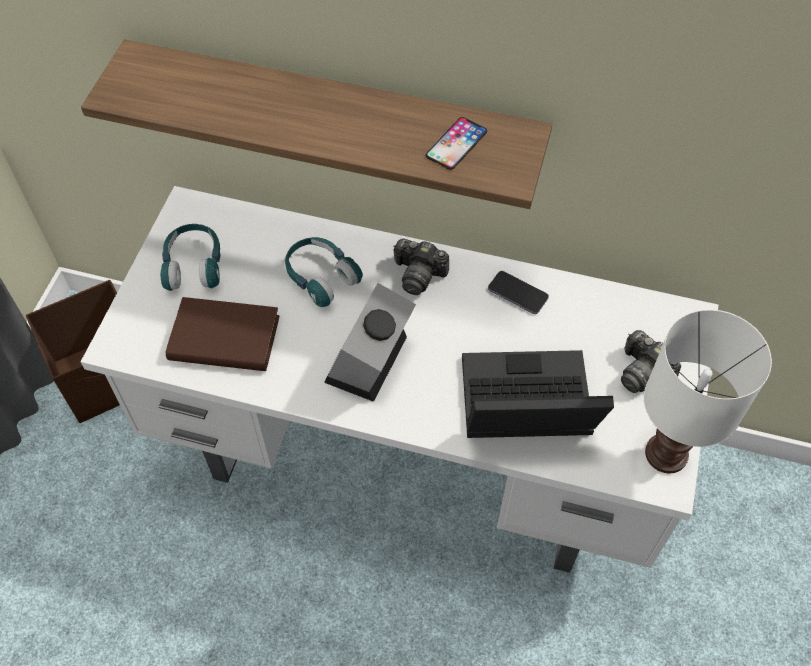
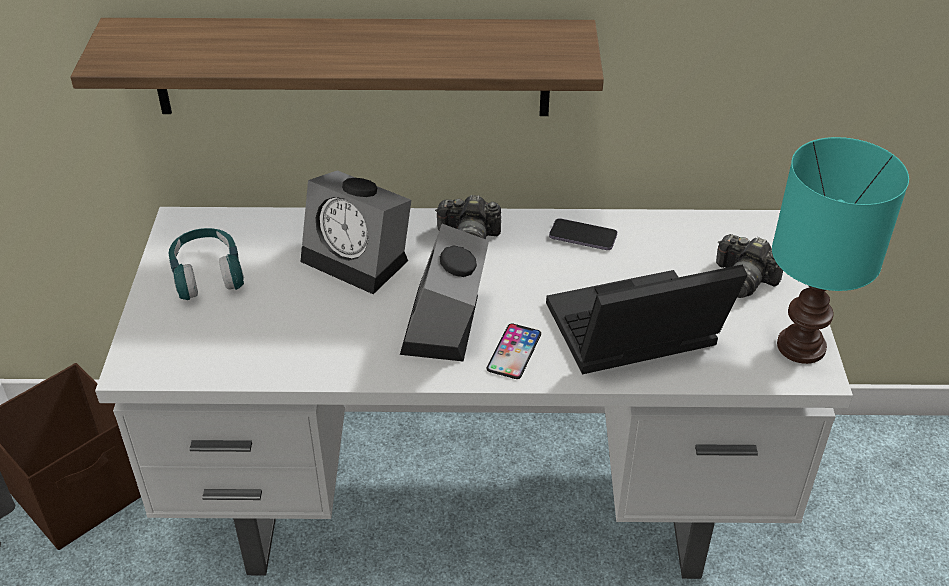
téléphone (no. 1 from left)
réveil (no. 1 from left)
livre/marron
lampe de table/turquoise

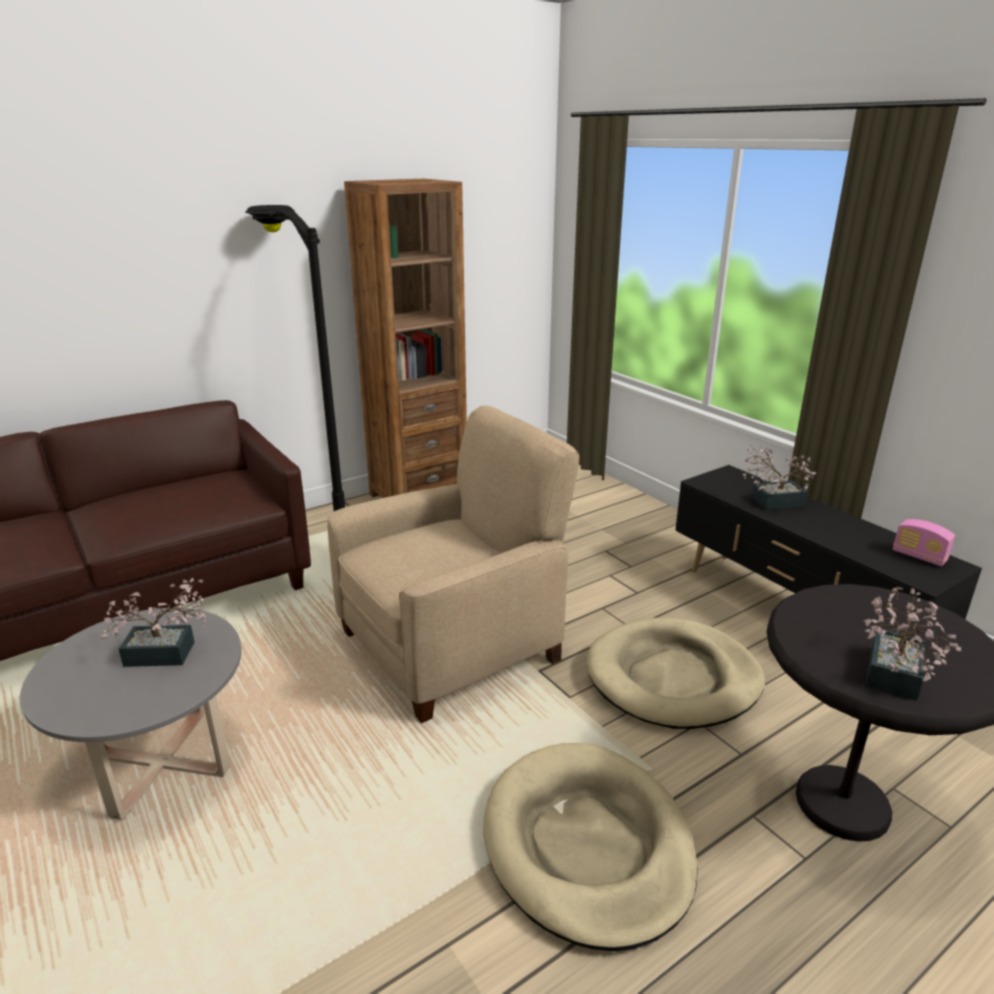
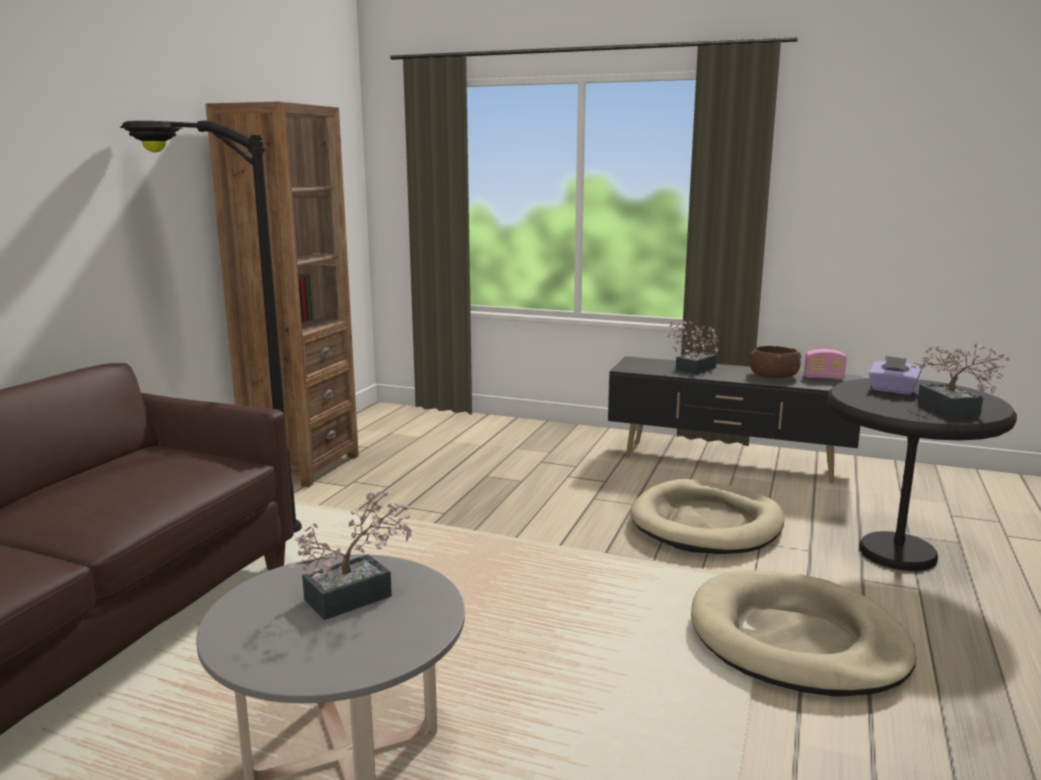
fauteuil/beige
bol/marron
boîte à mouchoirs/violet

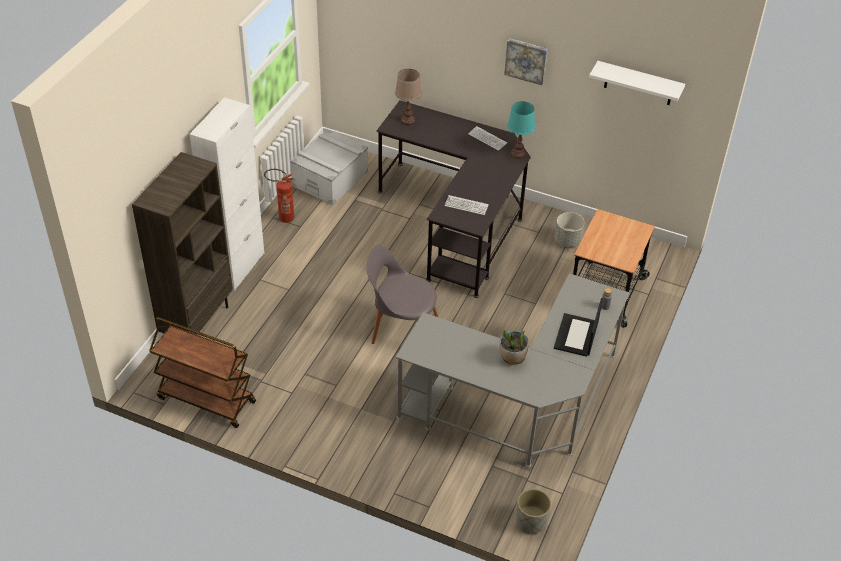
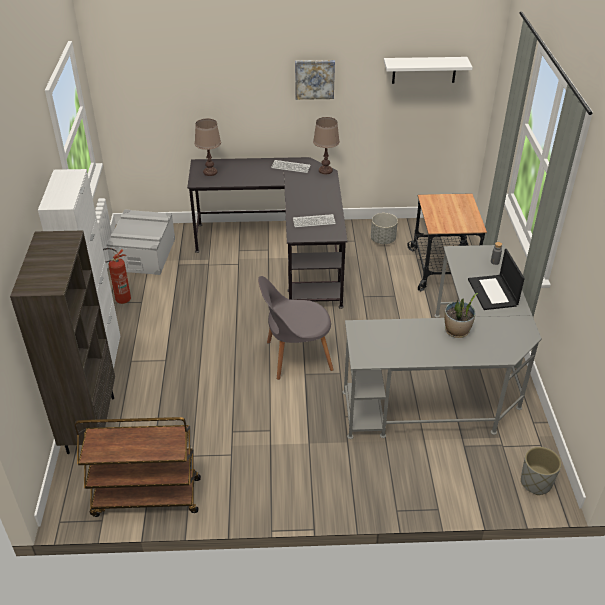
lampe de table/marron (no. 2 from left)

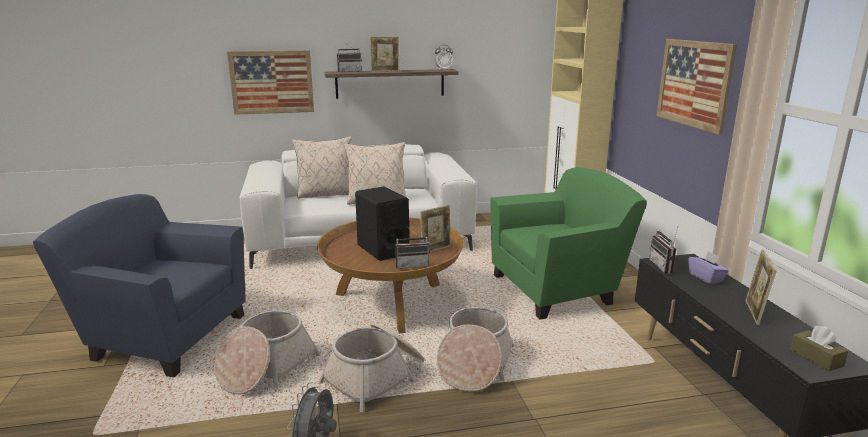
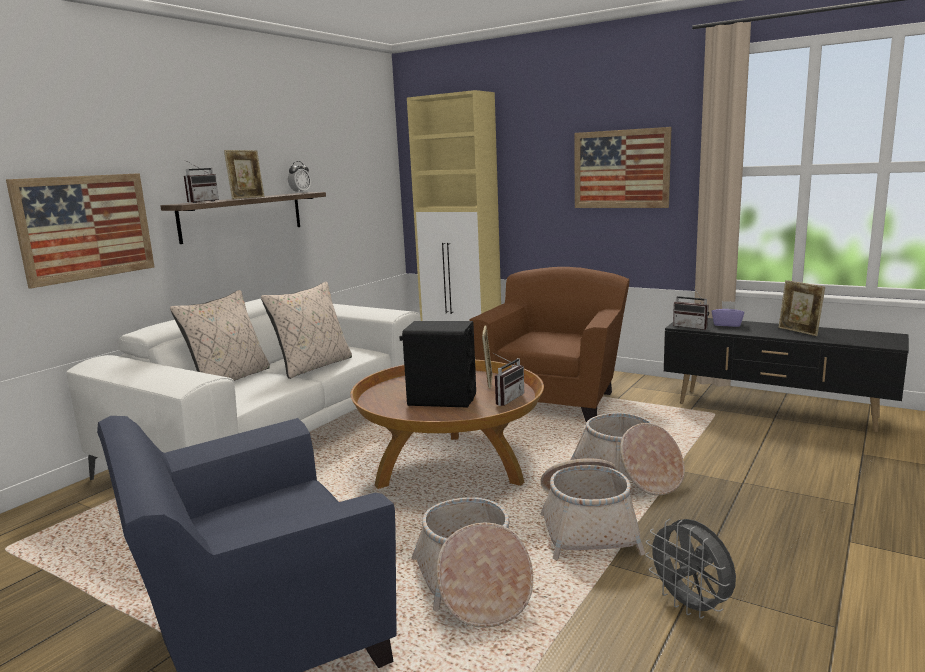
fauteuil/marron
boîte à mouchoirs/marron

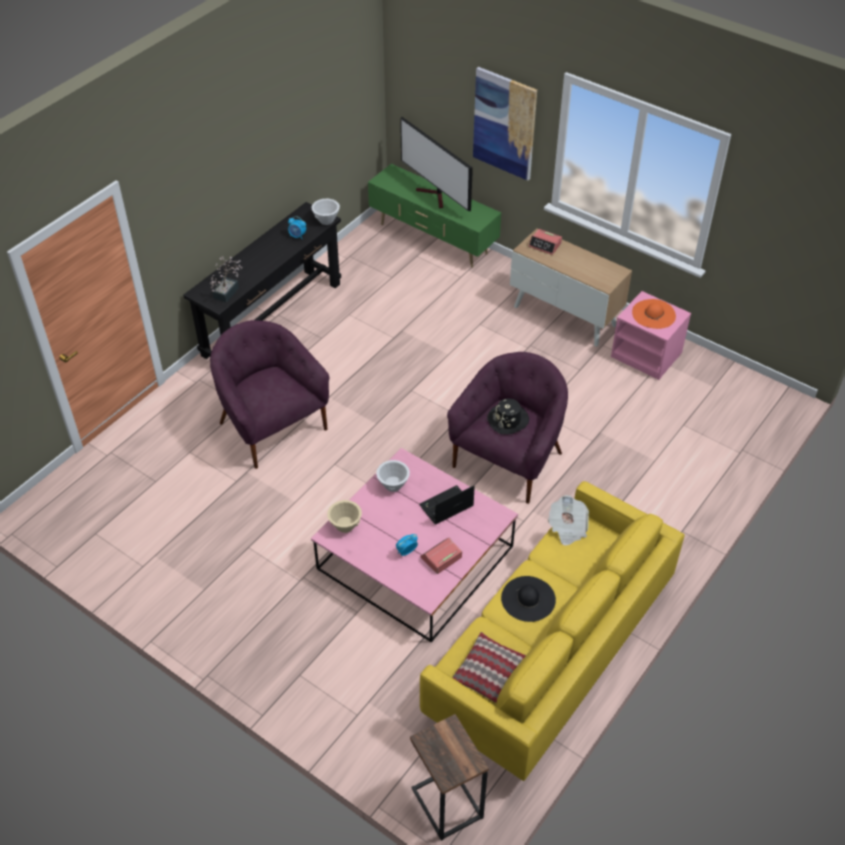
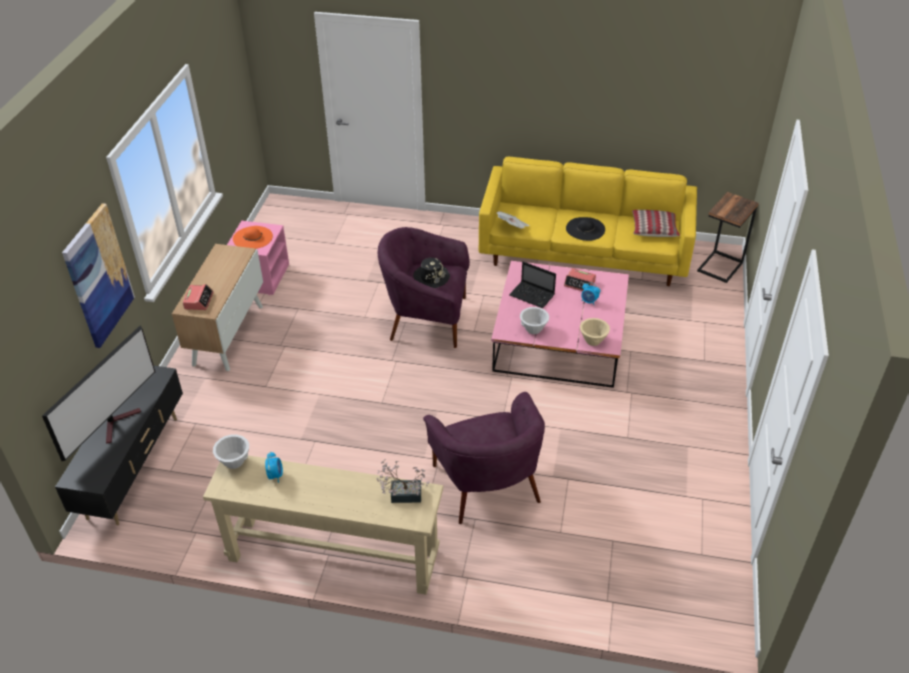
meuble télé/noir
table console/beige
fauteuil/violet (no. 2 from left)

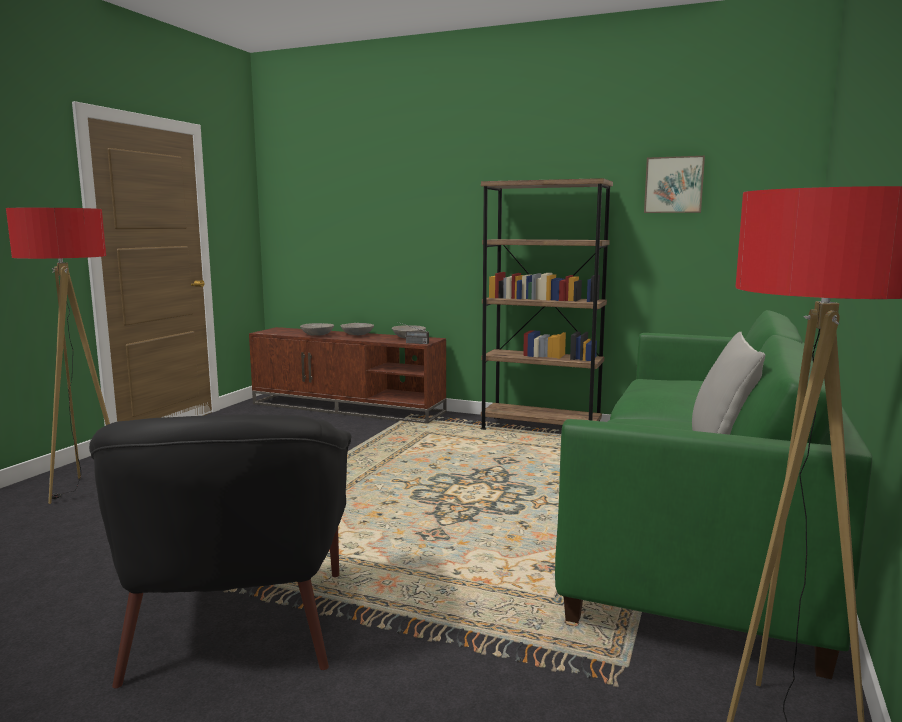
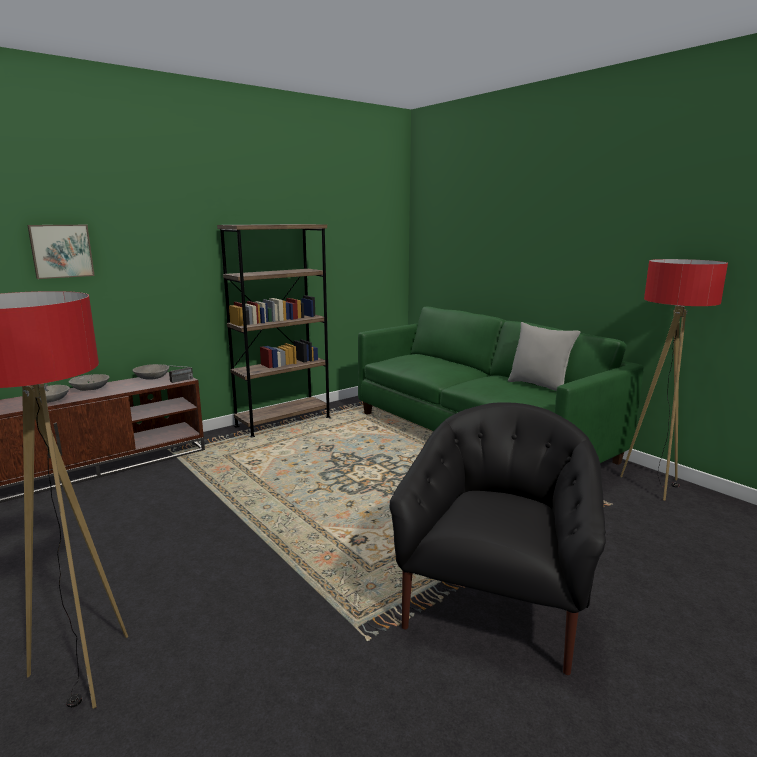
tableau
fauteuil/noir

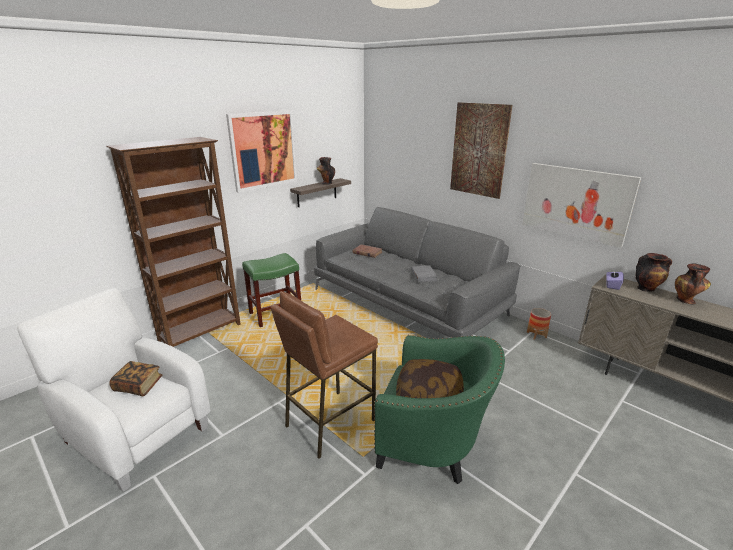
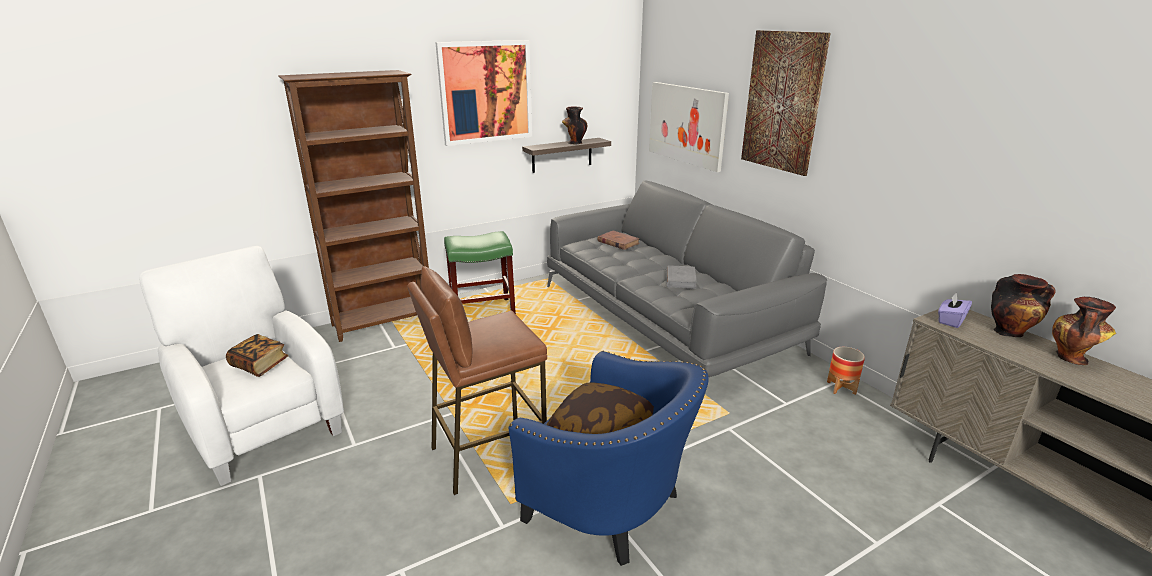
tableau (no. 2 from left)
fauteuil/bleu

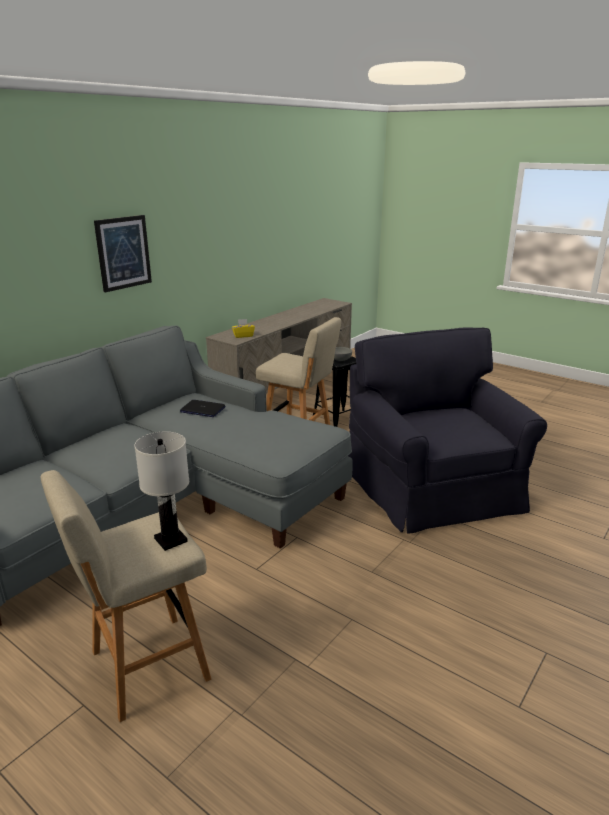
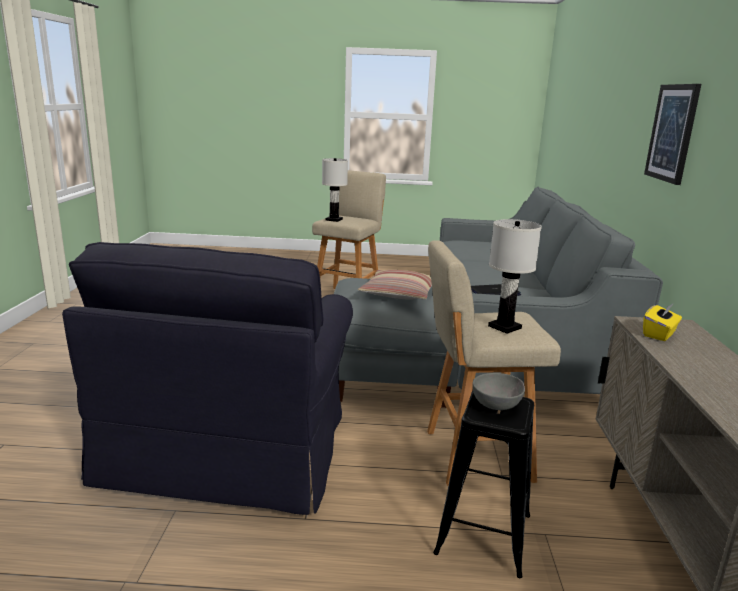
fauteuil/noir
lampe de table/blanc (no. 2 from left)
coussin

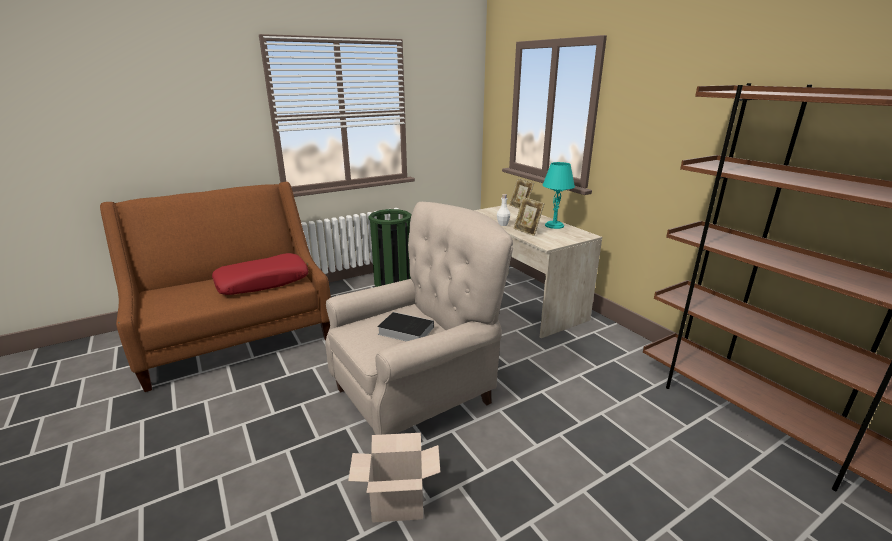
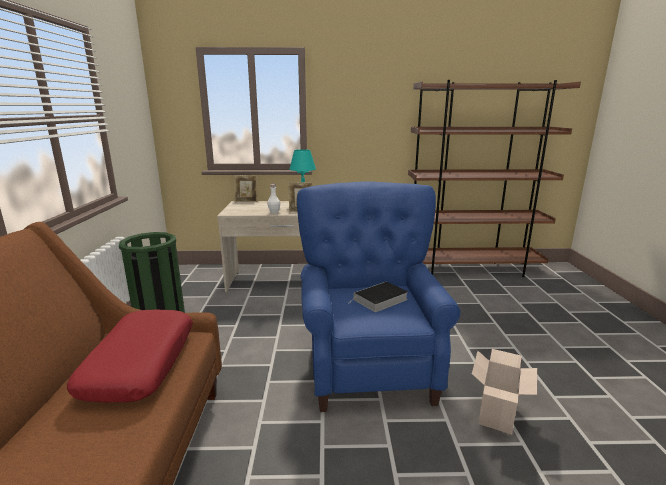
fauteuil/bleu

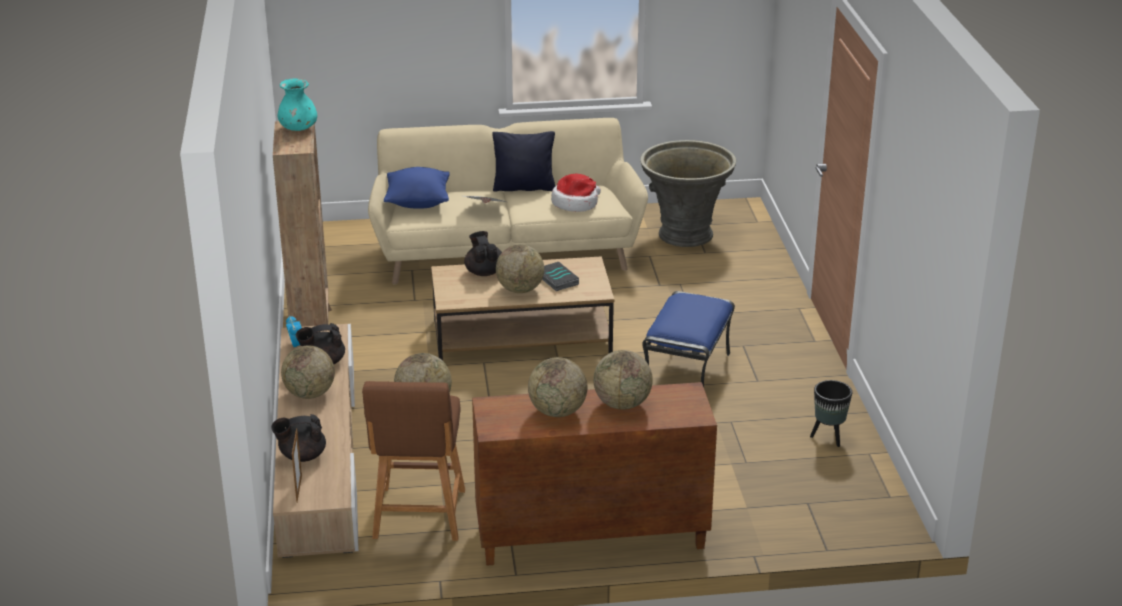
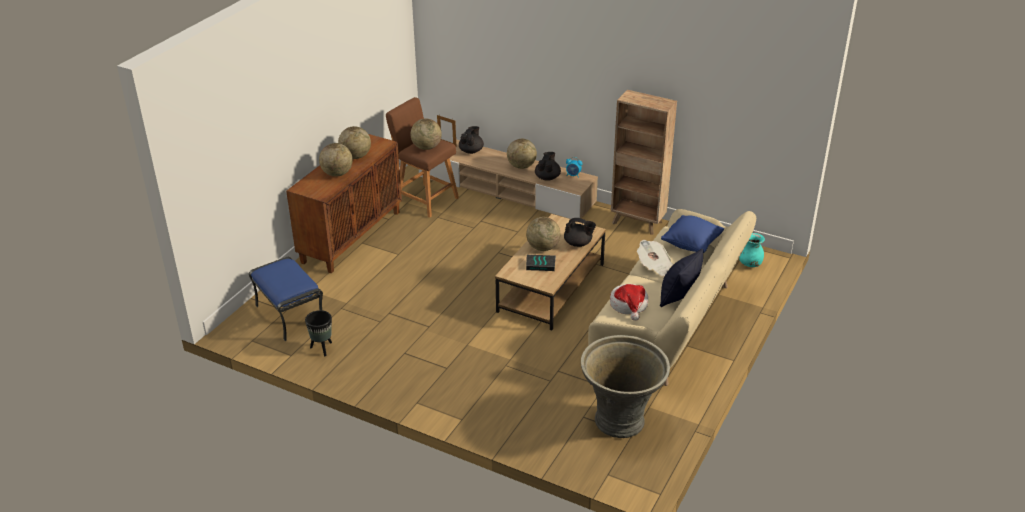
vase/turquoise
pouf/bleu

